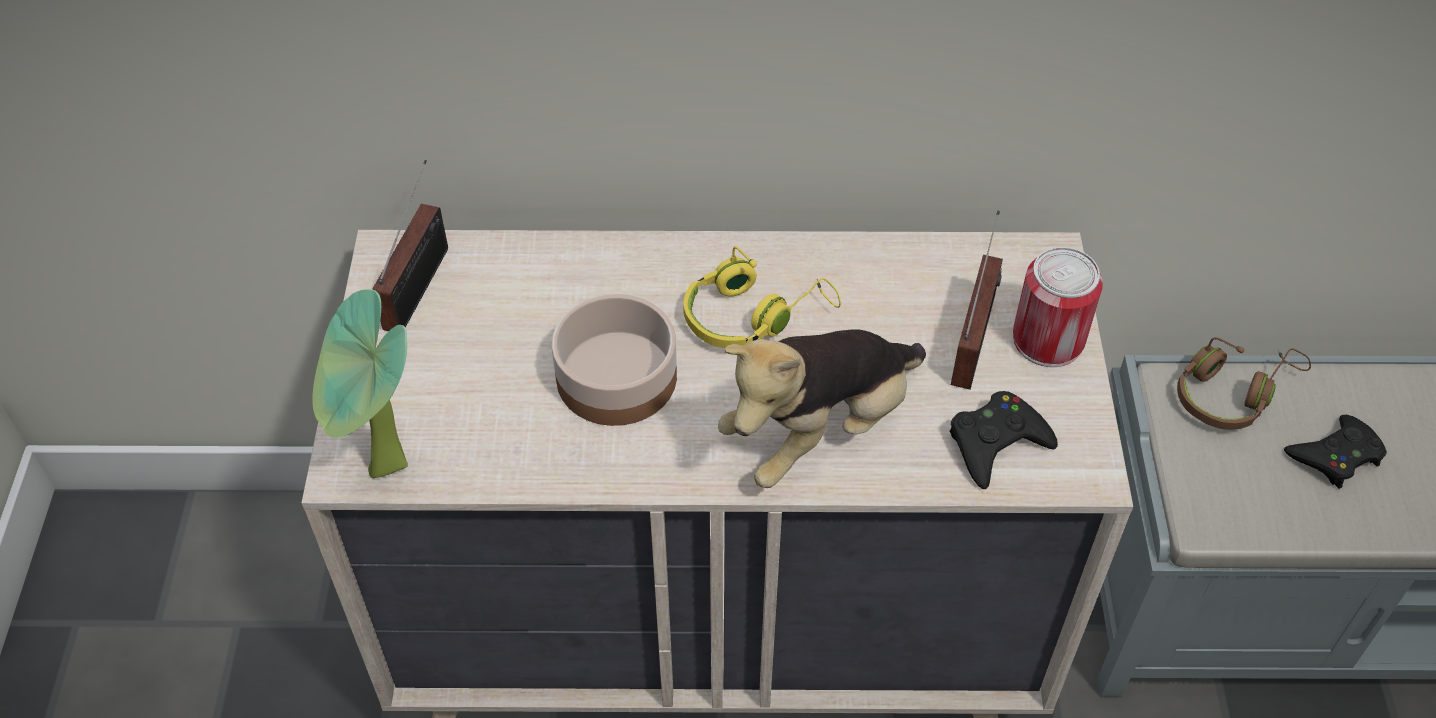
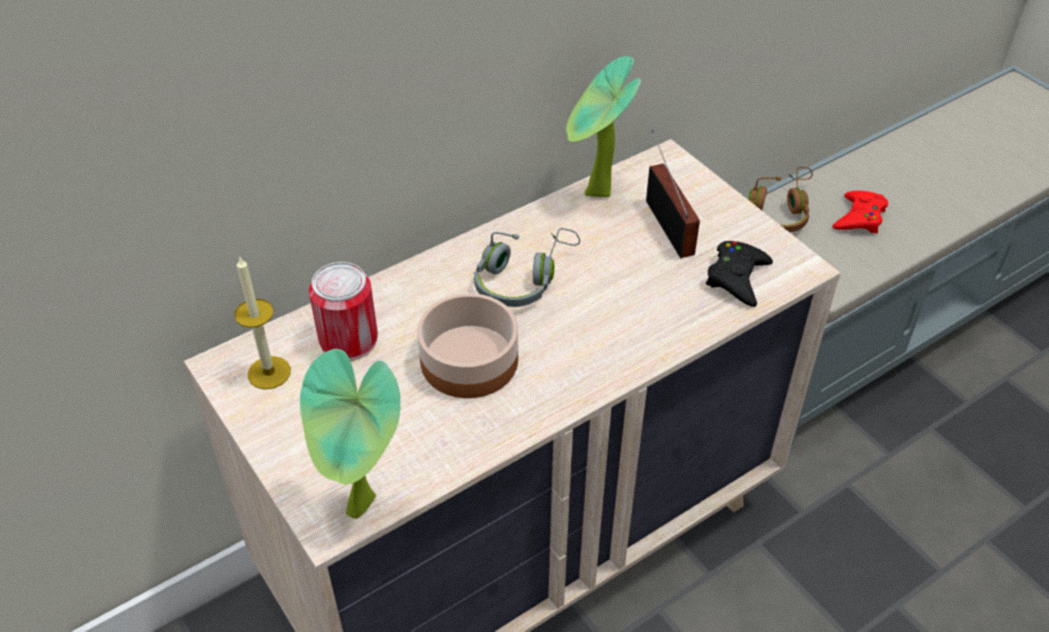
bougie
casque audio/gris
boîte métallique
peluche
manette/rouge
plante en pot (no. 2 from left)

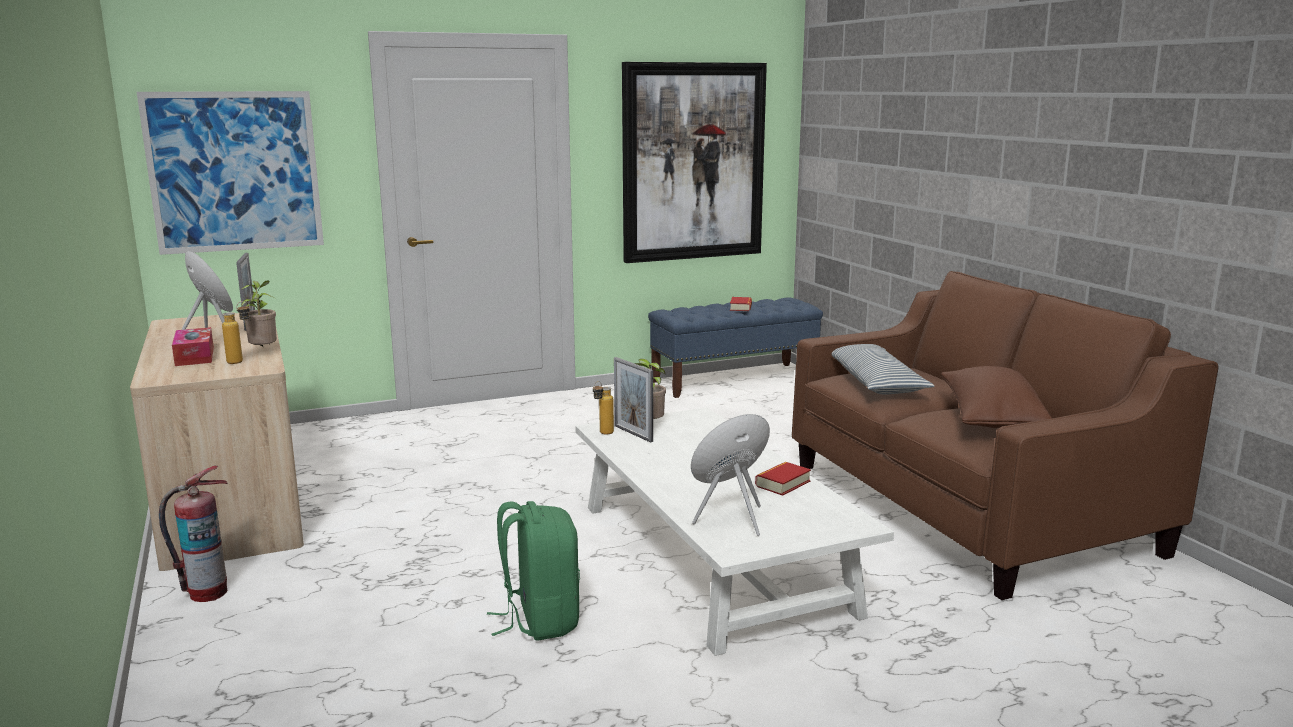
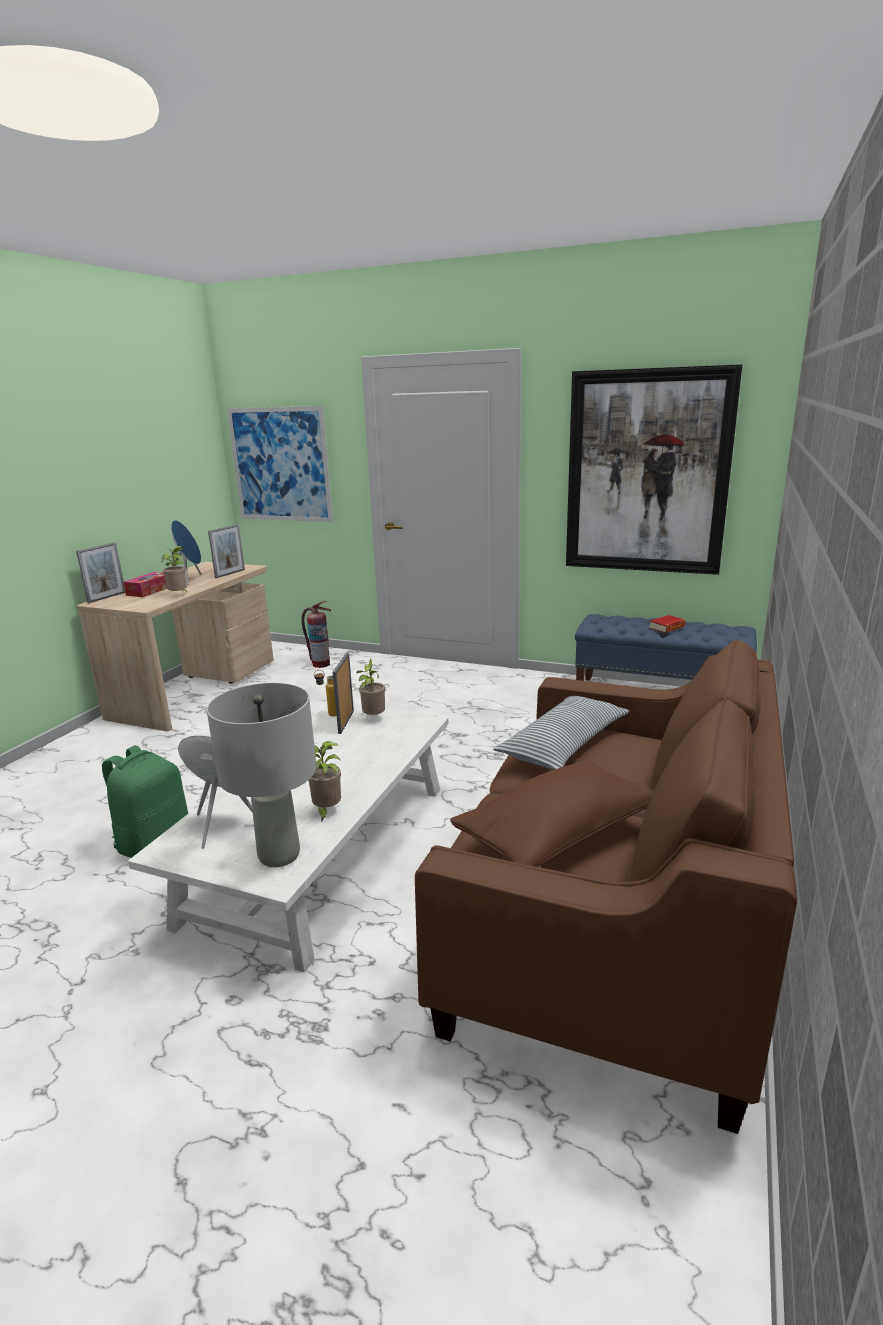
bouteille (no. 1 from left in the first image)
plante en pot (no. 2 from left)
extincteur
cadre photo (no. 1 from left)
lampe de table/gris

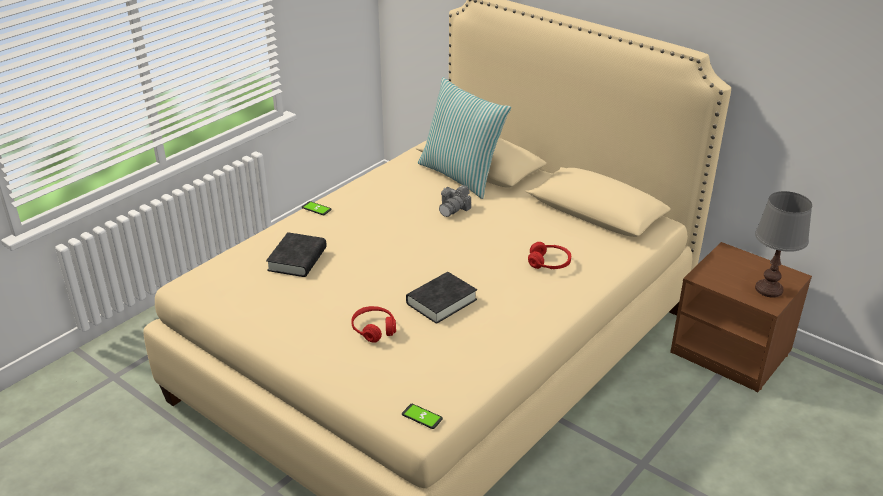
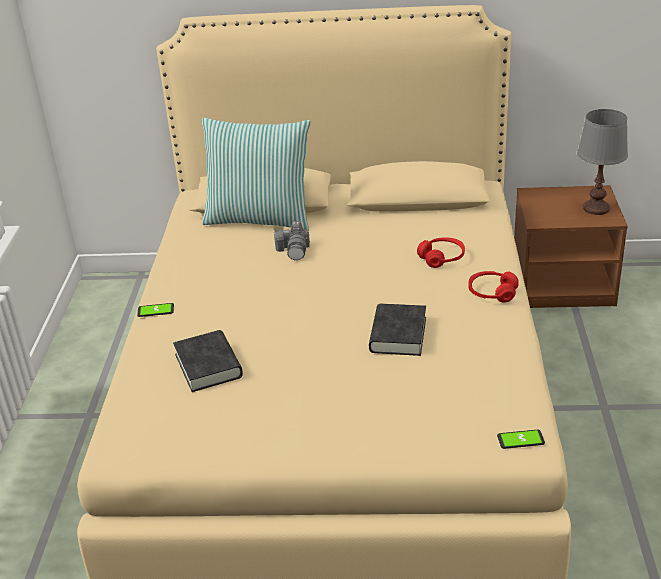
casque audio/rouge (no. 2 from left)

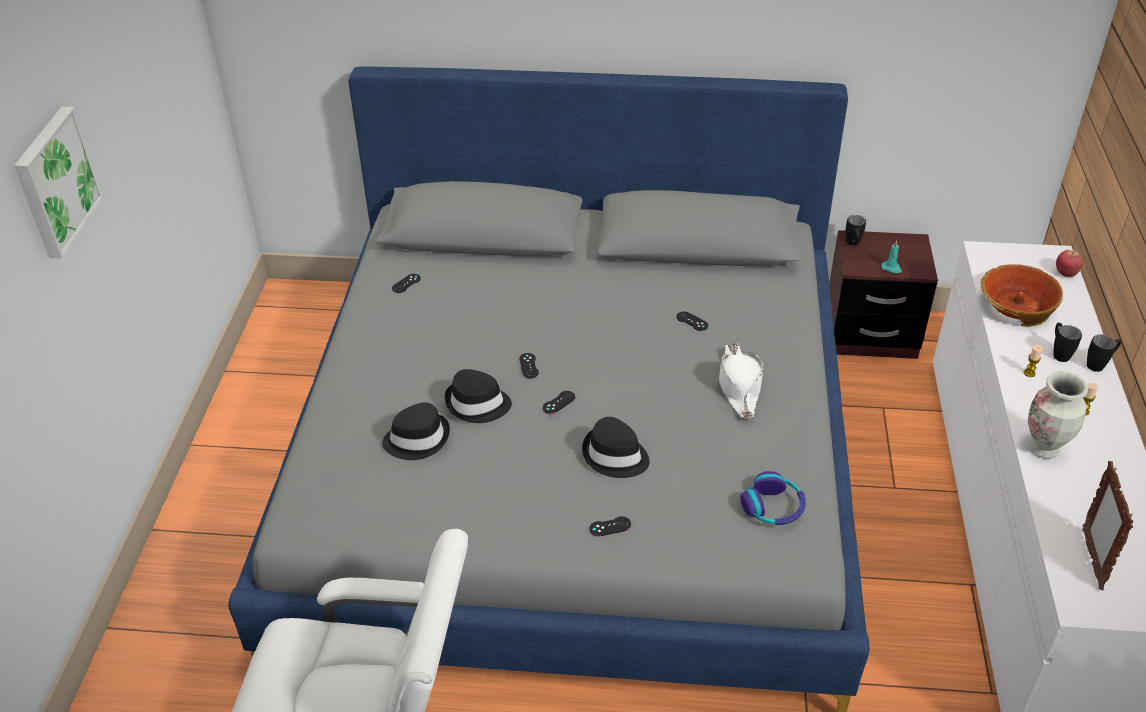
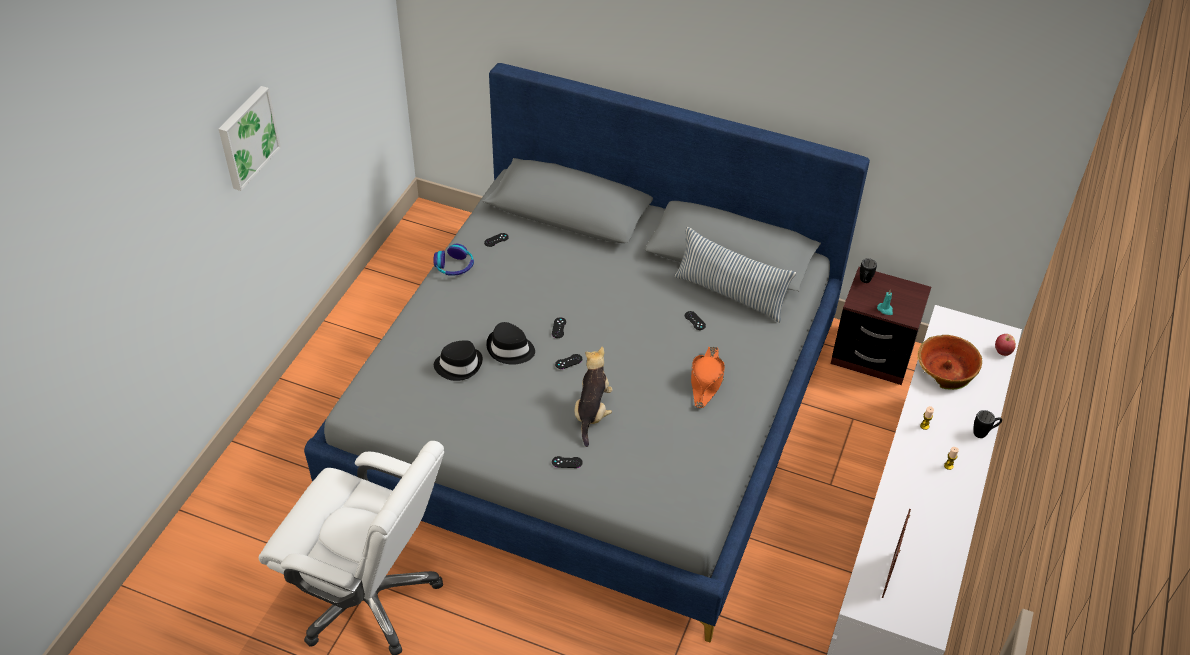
mug/noir (no. 2 from left in the first image)
chapeau/orange
vase
peluche
casque audio
coussin

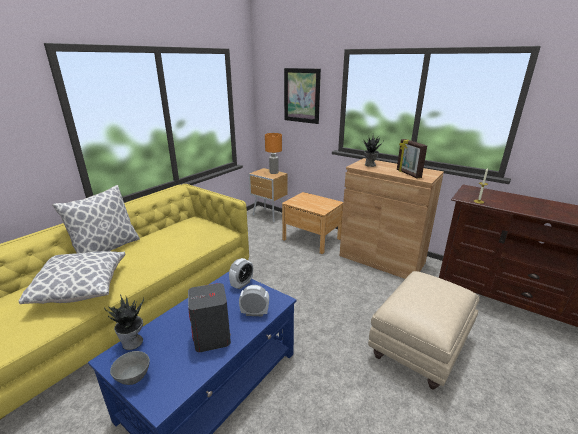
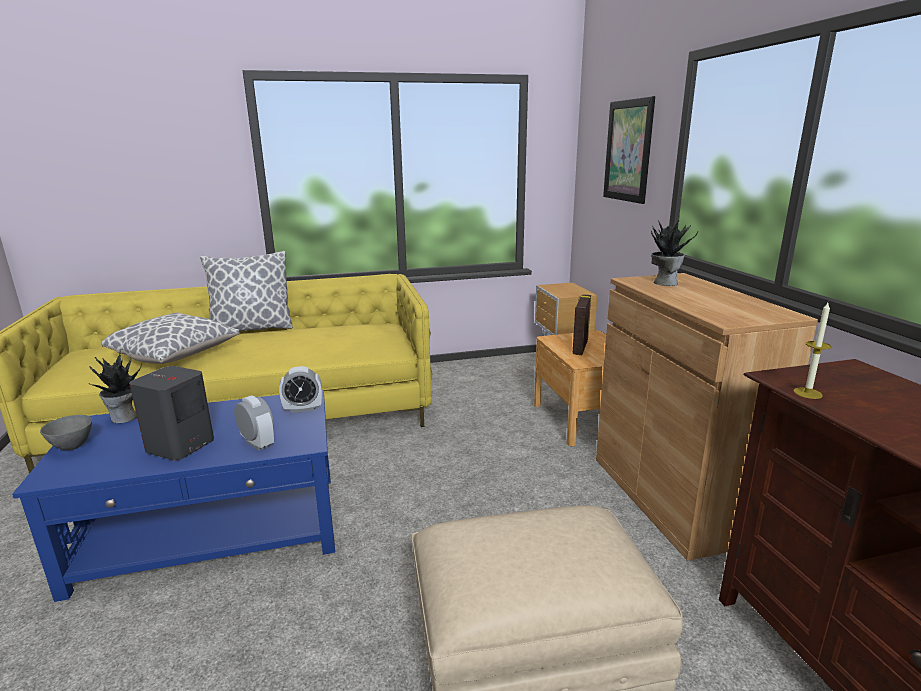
lampe de table/orange
cadre photo

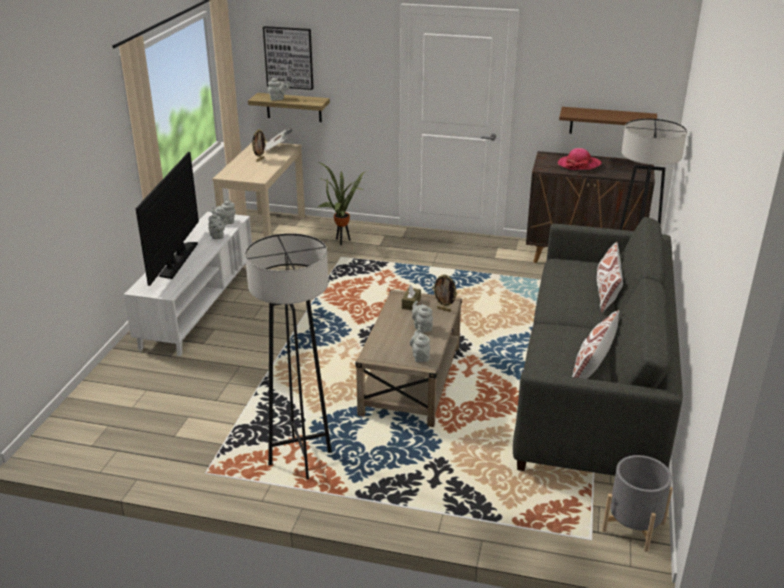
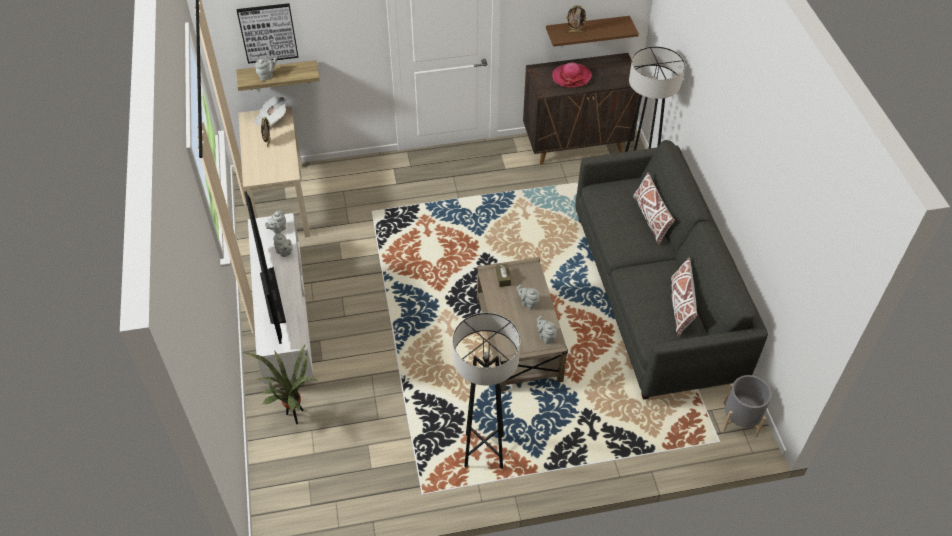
plante en pot
cadre photo (no. 2 from left)

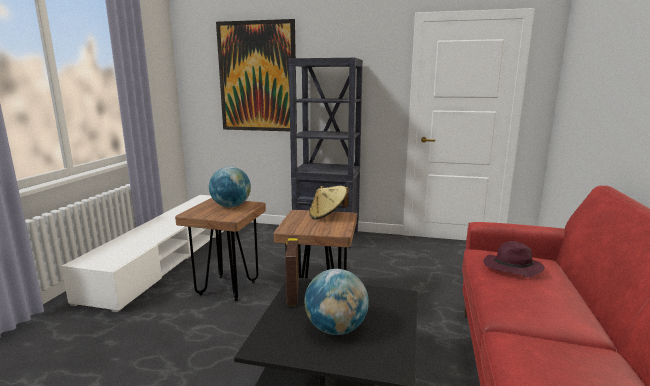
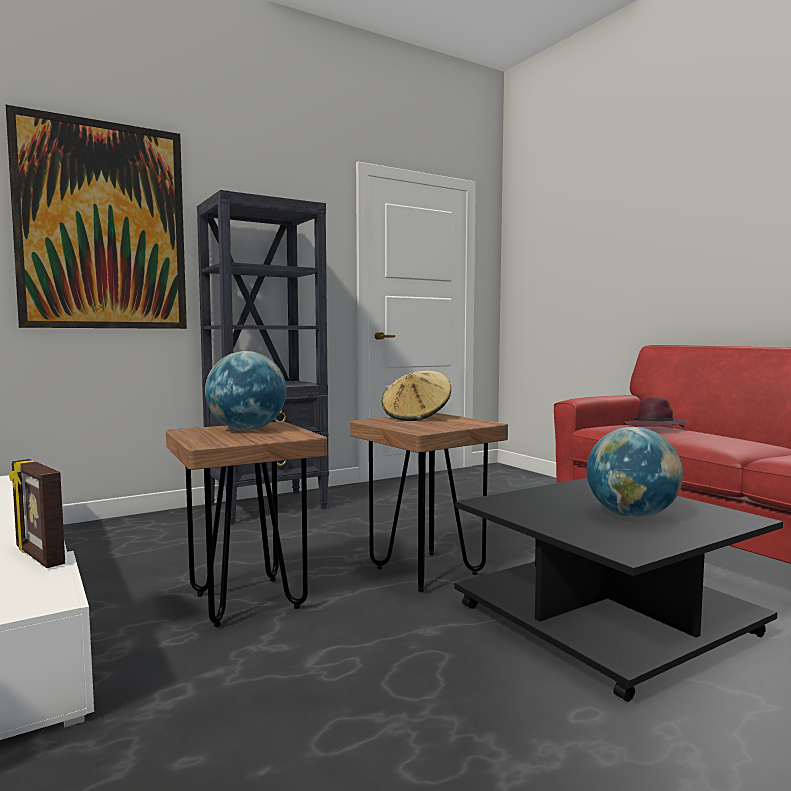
cadre photo

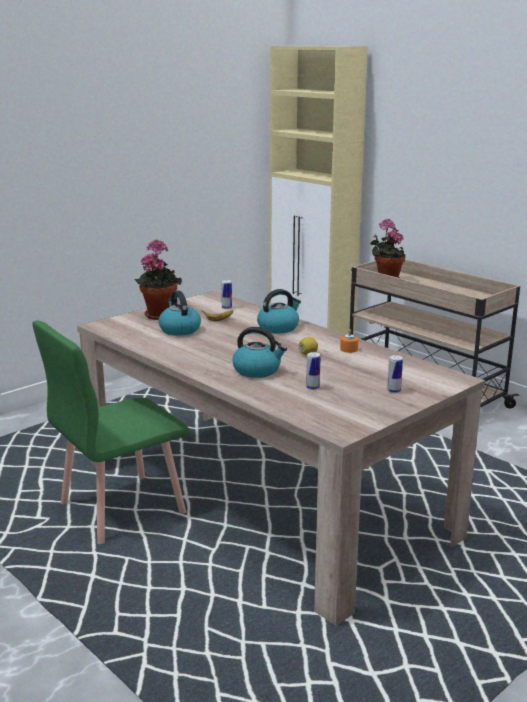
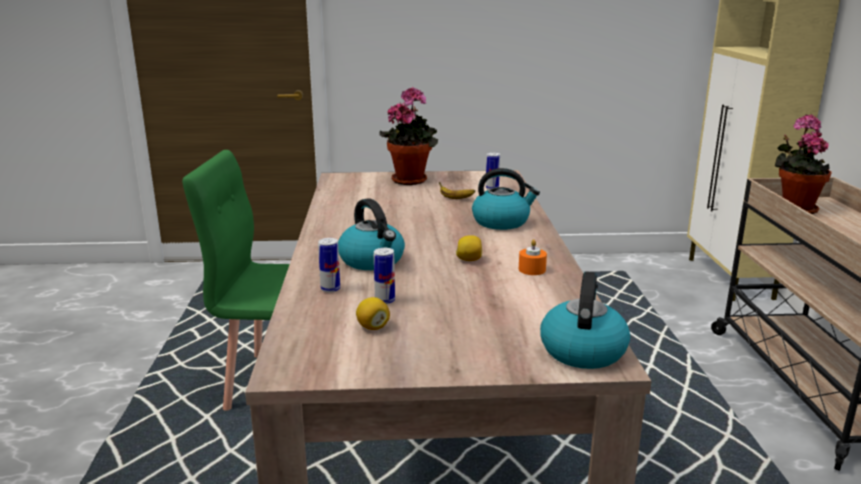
bouilloire (no. 3 from left)
boîte métallique (no. 1 from left)
citron (no. 1 from left)

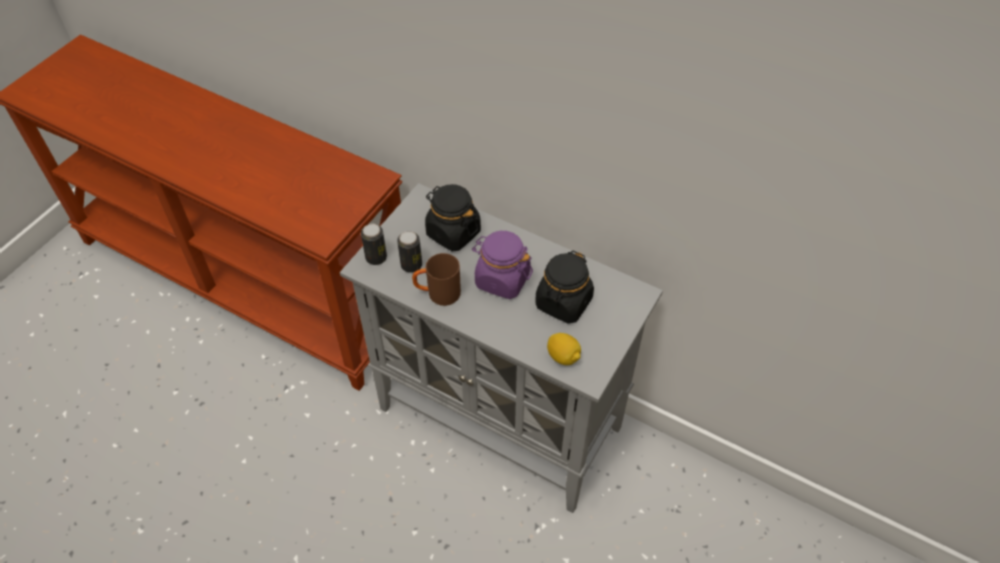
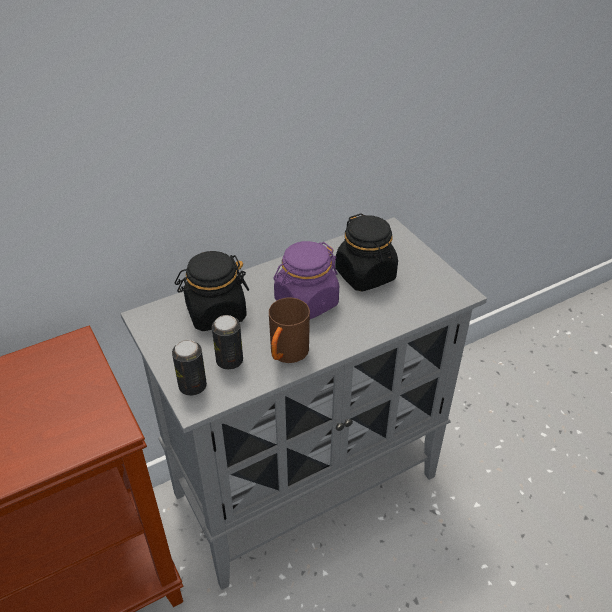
citron

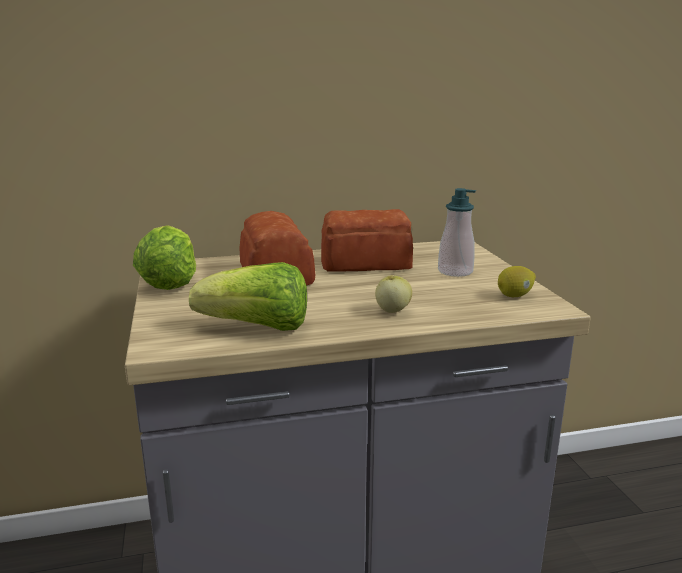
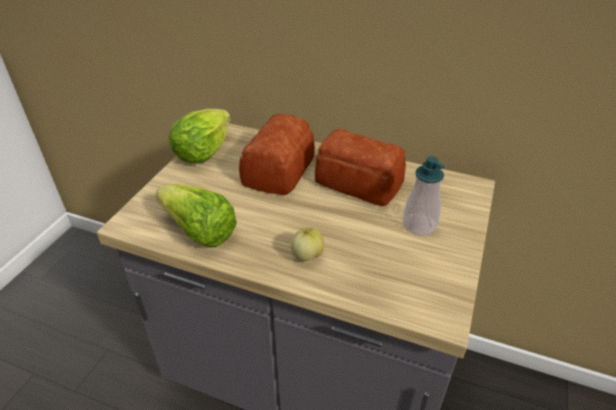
citron

